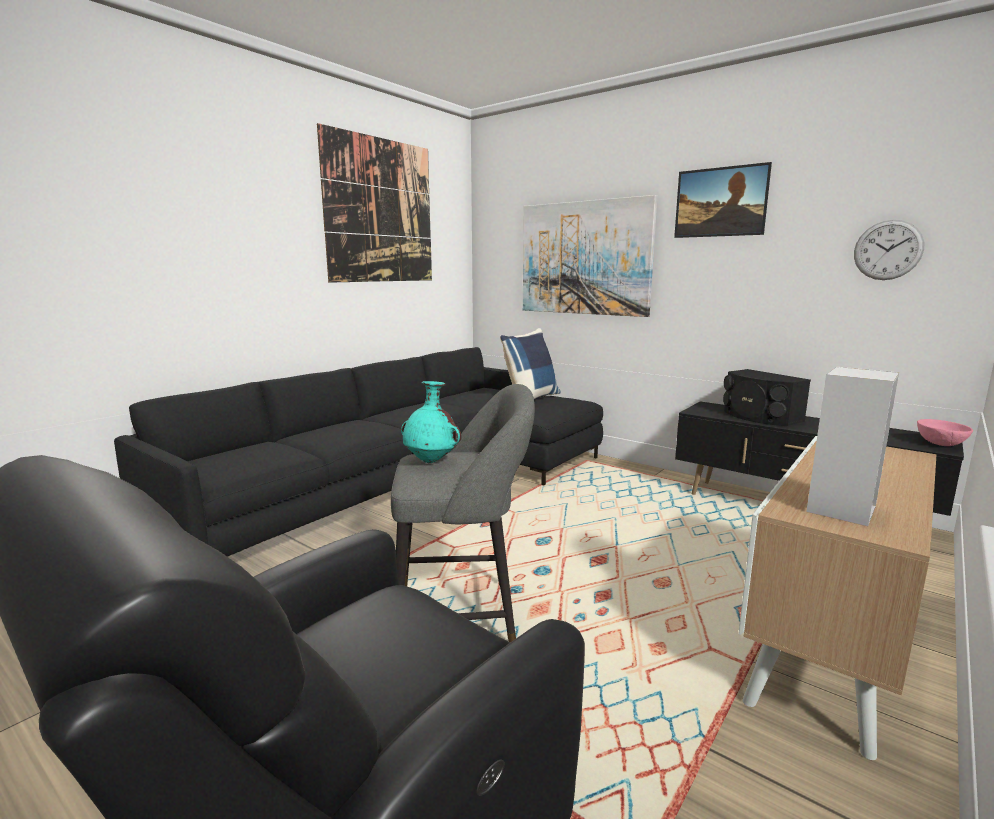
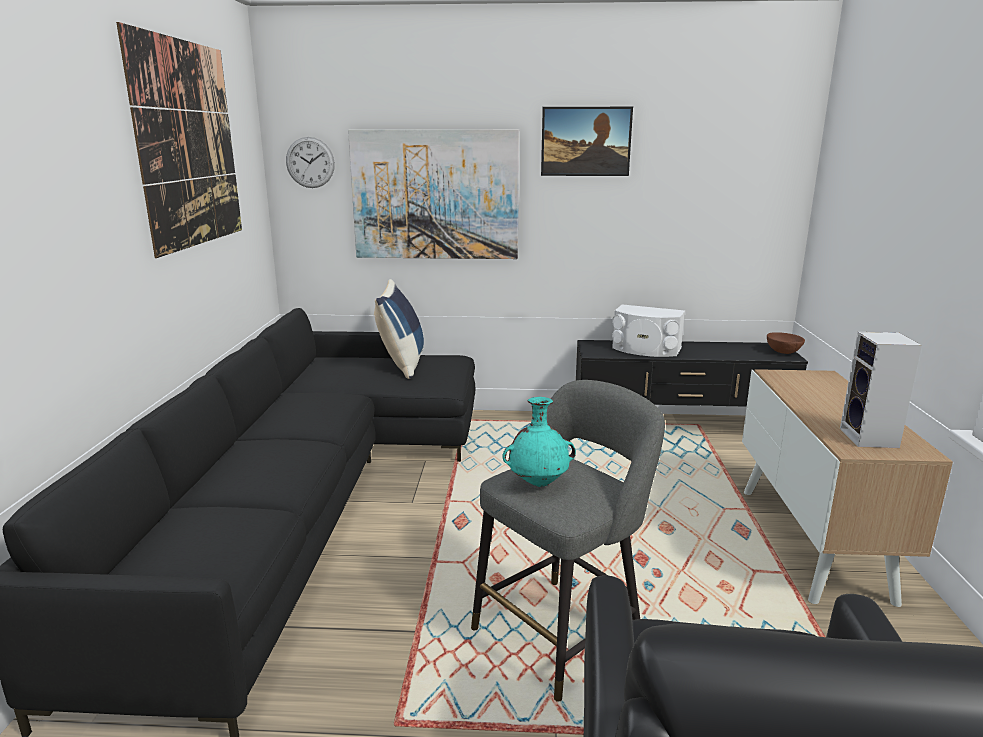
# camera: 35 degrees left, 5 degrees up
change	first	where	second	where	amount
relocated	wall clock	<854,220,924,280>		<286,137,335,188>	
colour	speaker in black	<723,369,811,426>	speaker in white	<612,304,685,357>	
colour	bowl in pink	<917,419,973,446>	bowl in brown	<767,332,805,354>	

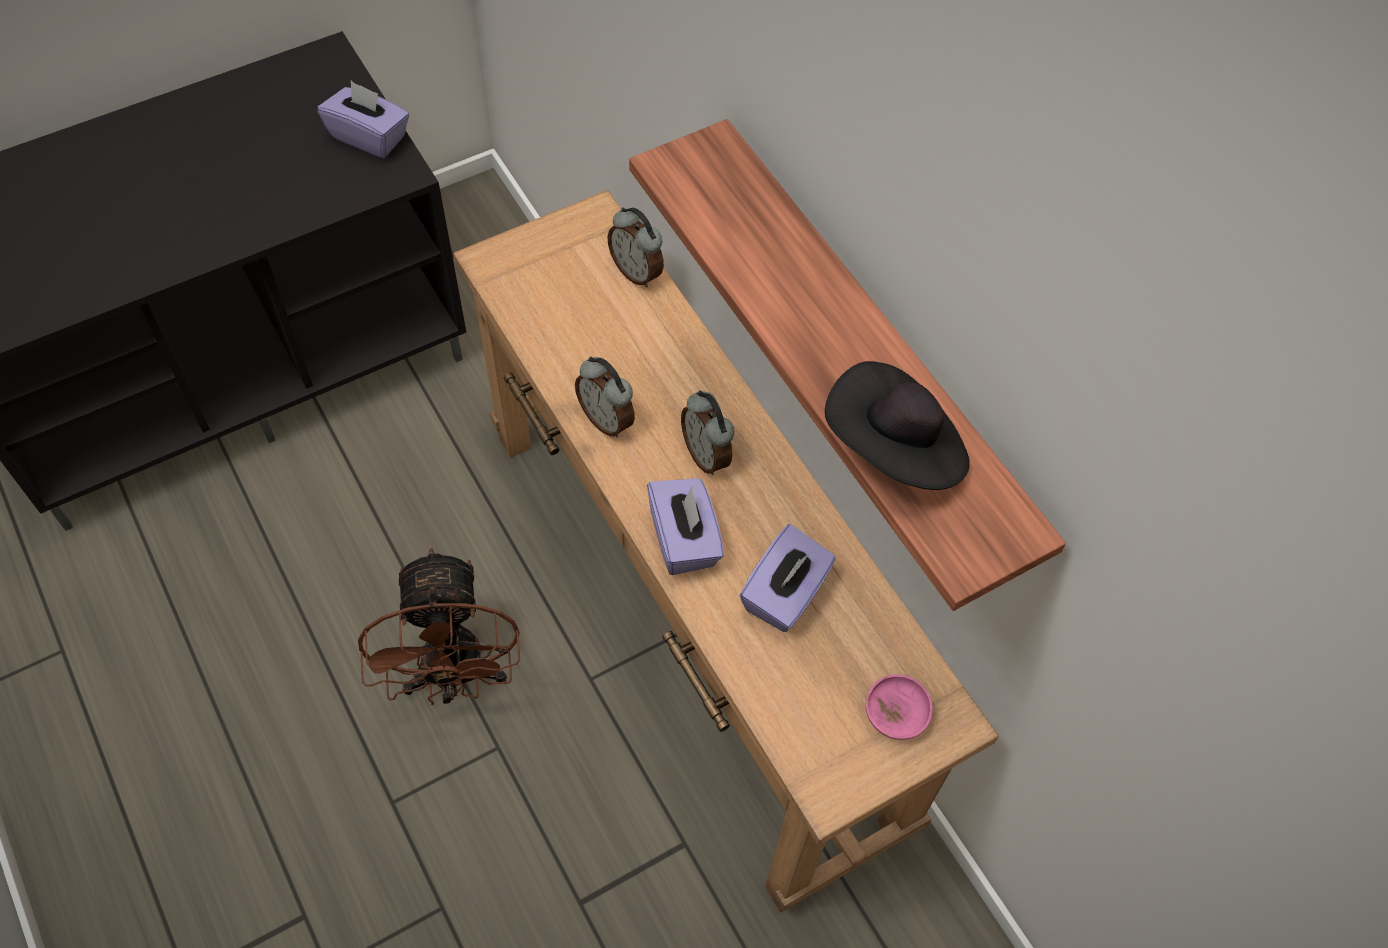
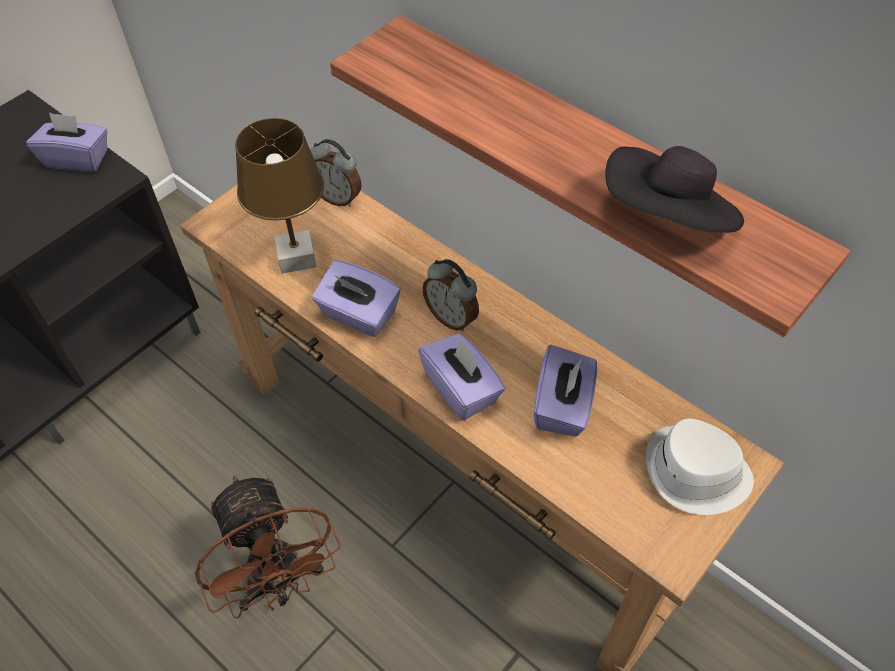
# camera: 15 degrees left, 5 degrees down
change	first	where	second	where	amount
appeared			table lamp in brown	<235,118,324,274>	
exchanged	alarm clock	<575,357,635,437>	tissue box in purple	<312,260,401,337>	
exchanged	bowl in pink	<866,675,933,740>	hat in white	<646,419,754,515>	

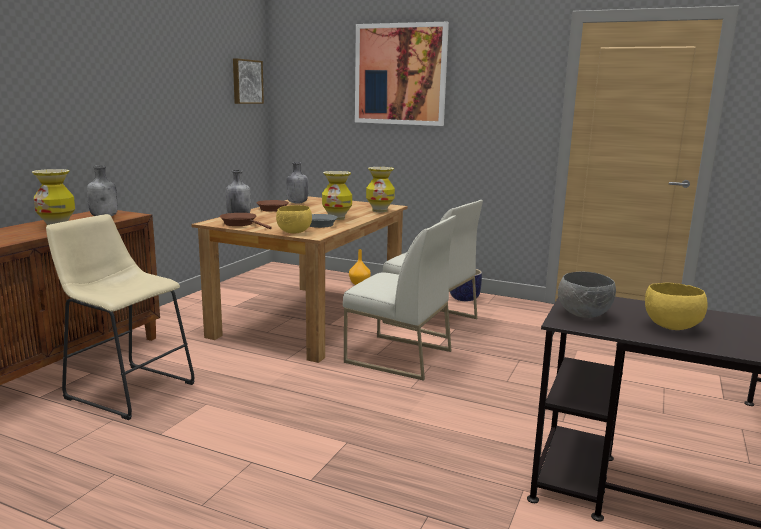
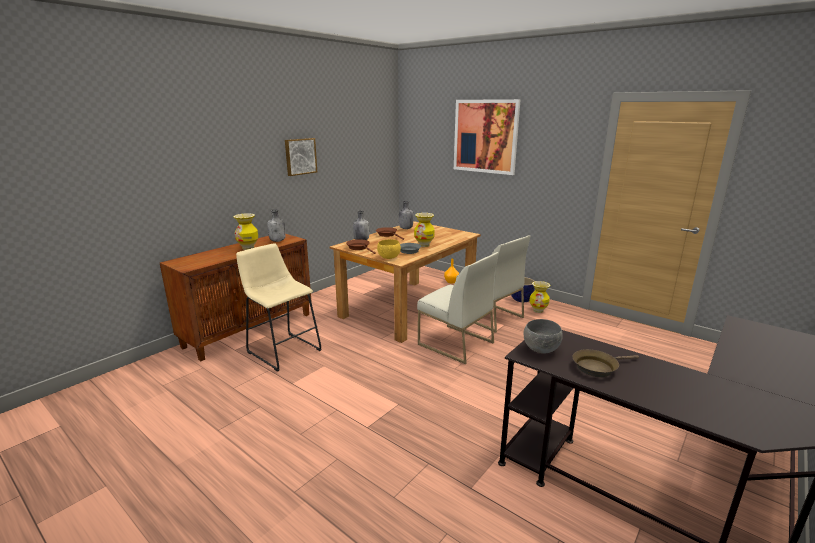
# camera: 15 degrees right, 5 degrees up
change	first	where	second	where	amount
relocated	picture	<233,58,264,104>		<285,138,317,176>	
relocated	vase	<366,167,395,212>		<529,281,550,313>	
exchanged	bowl in yellow	<645,283,707,330>	frying pan in brown	<573,349,639,377>	

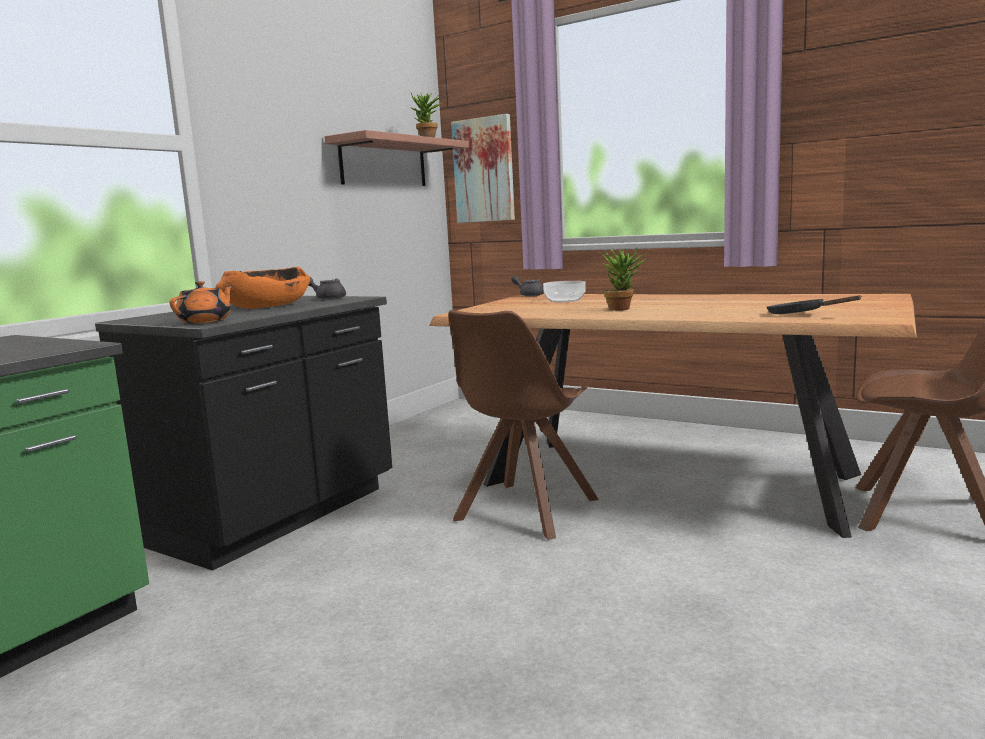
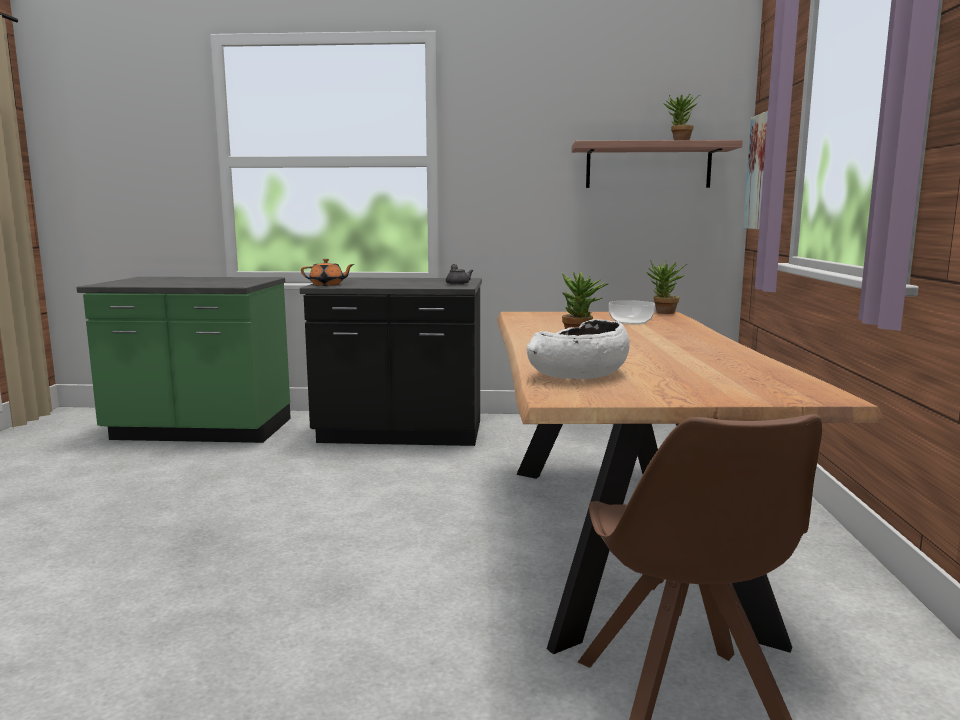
# camera: 60 degrees right, 0 degrees up
change	first	where	second	where	amount
exchanged	frying pan in black	<766,295,862,314>	bowl in white	<527,319,630,379>	
exchanged	teapot in grey	<511,276,544,297>	potted plant	<647,260,687,314>	
missing	bowl in orange	<215,267,311,309>			
missing	chair in brown	<449,310,599,540>			

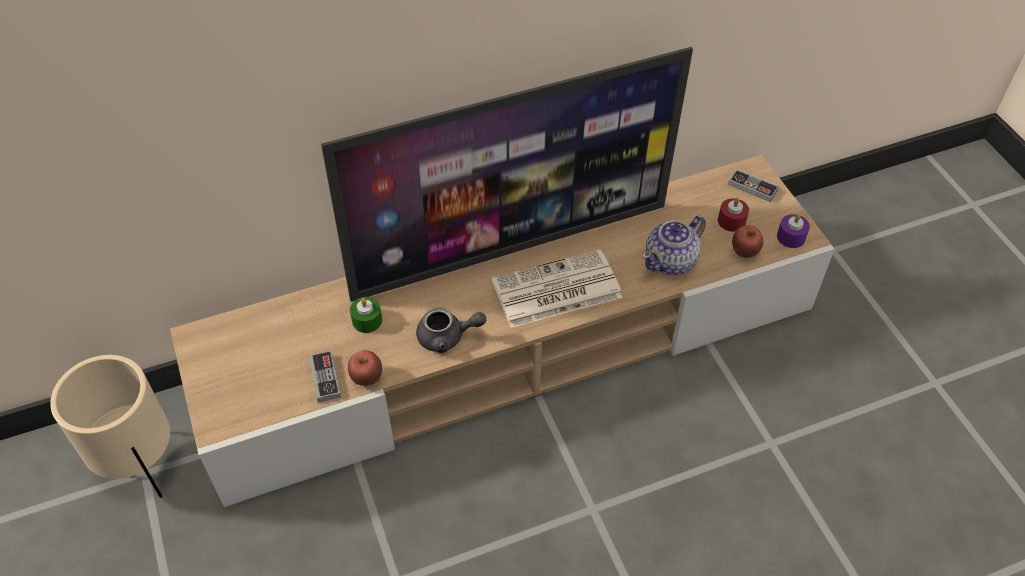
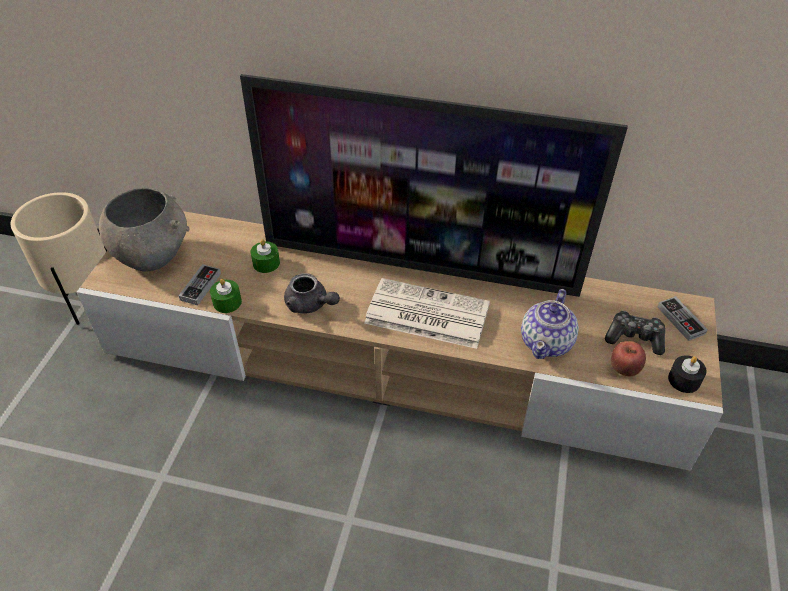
# camera: 35 degrees right, 5 degrees down
change	first	where	second	where	amount
appeared			bowl in grey	<99,187,190,271>	
exchanged	apple	<348,350,382,386>	candle in green	<210,278,242,313>	
spun	teapot	<642,215,706,275>		<521,289,579,359>	60 degrees counterclockwise
exchanged	candle in red	<718,198,749,232>	game controller	<605,311,665,355>	
colour	candle in purple	<777,214,810,248>	candle in black	<668,355,707,393>	

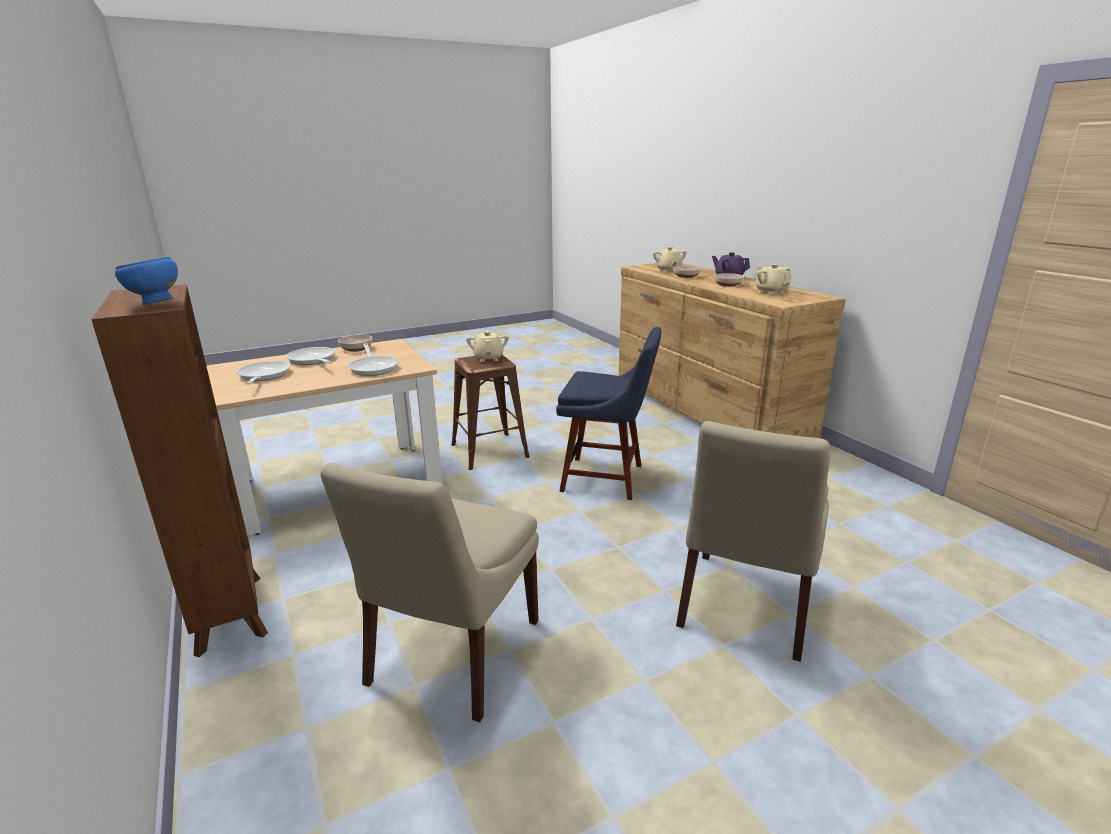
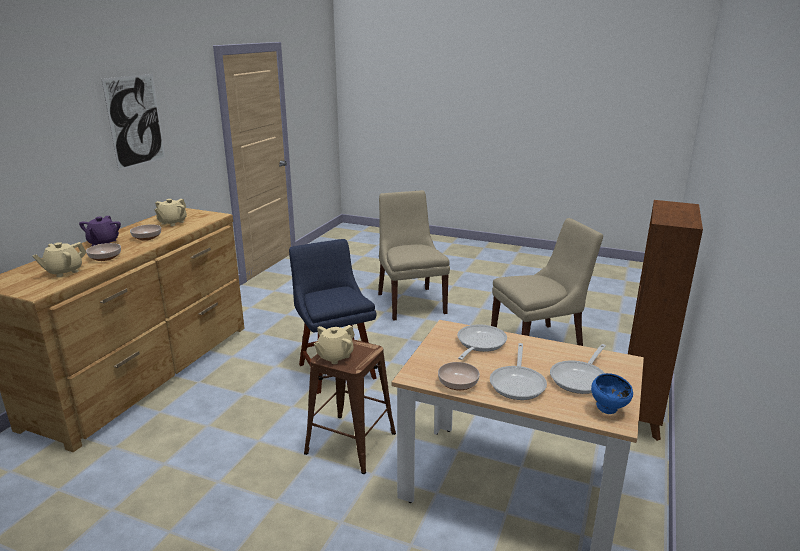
# camera: 130 degrees left, 0 degrees up
change	first	where	second	where	amount
appeared			picture	<102,74,165,171>	
spun	chair in beige	<676,421,831,662>		<378,190,450,321>	90 degrees counterclockwise
relocated	bowl in blue	<115,257,178,305>		<591,373,633,414>	

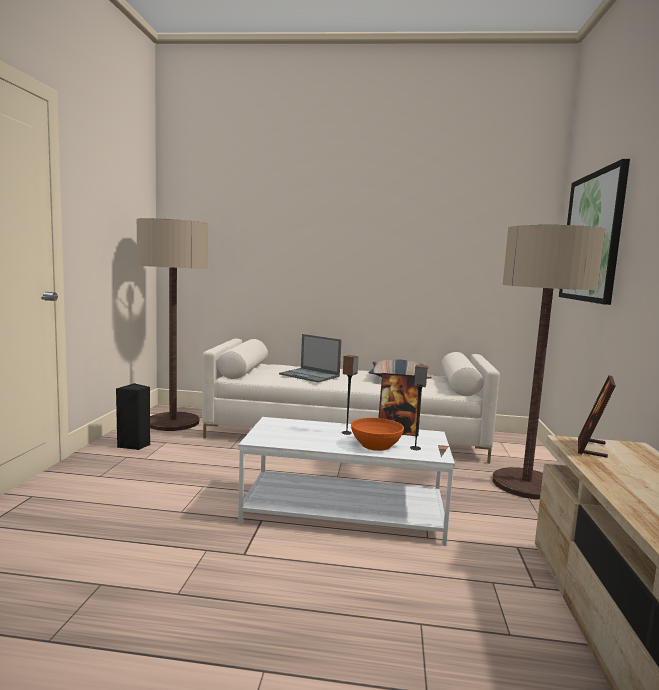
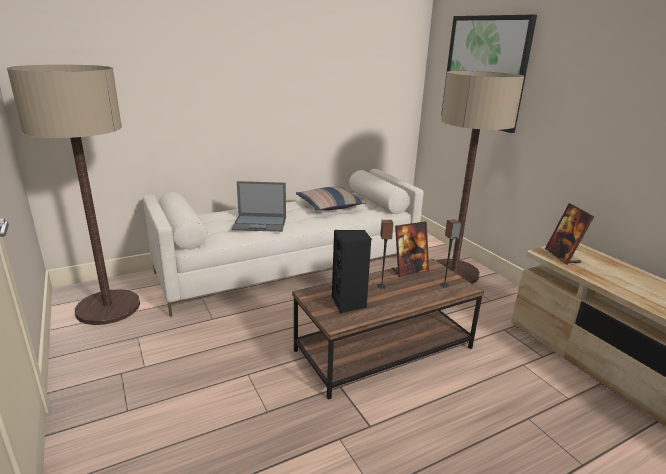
# camera: 35 degrees left, 15 degrees up
change	first	where	second	where	amount
colour	coffee table in white	<238,417,455,546>	coffee table in brown	<292,259,484,400>	
relocated	speaker in black	<116,383,150,450>		<332,230,371,314>	
missing	bowl in orange	<351,418,404,451>			

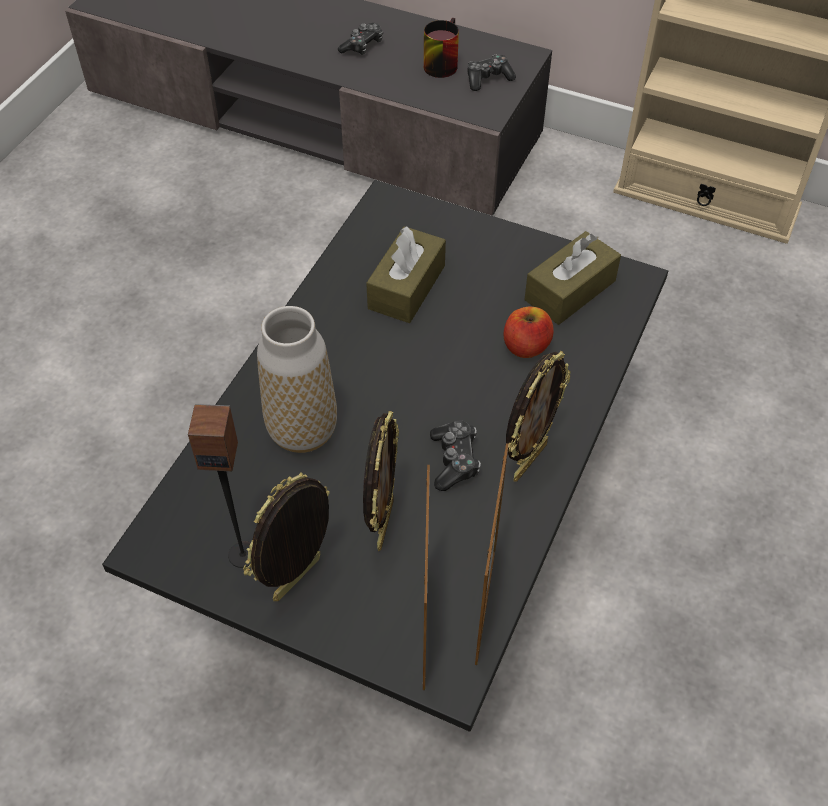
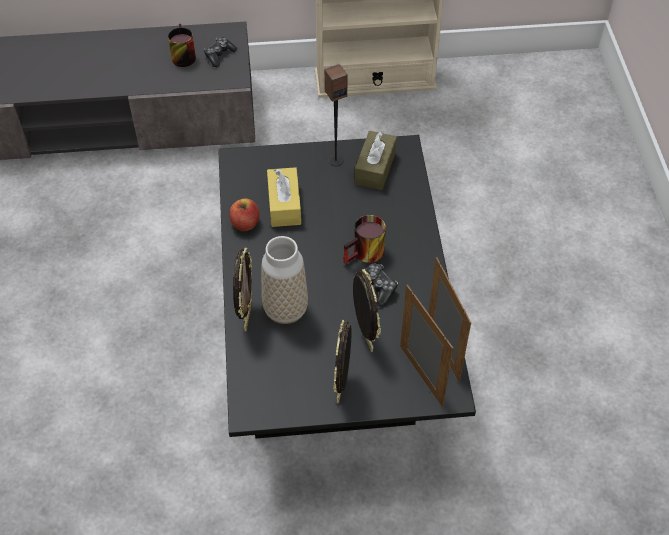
# camera: 30 degrees left, 0 degrees up
change	first	where	second	where	amount
relocated	apple	<503,306,554,358>		<229,198,260,231>	
relocated	picture frame	<506,351,571,482>		<233,248,252,332>	
colour	tissue box in brown	<366,226,446,323>	tissue box in yellow	<267,167,301,227>	
relocated	speaker	<188,404,251,568>		<324,64,348,166>	
appeared			mug	<344,215,386,264>	
missing	game controller	<338,23,383,55>			

